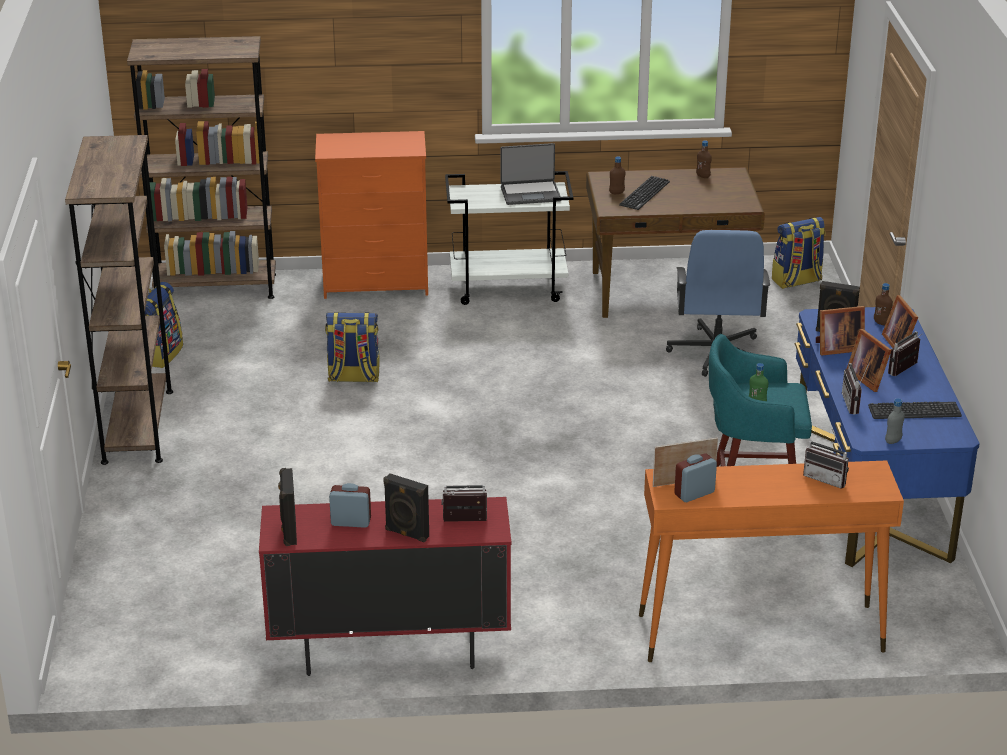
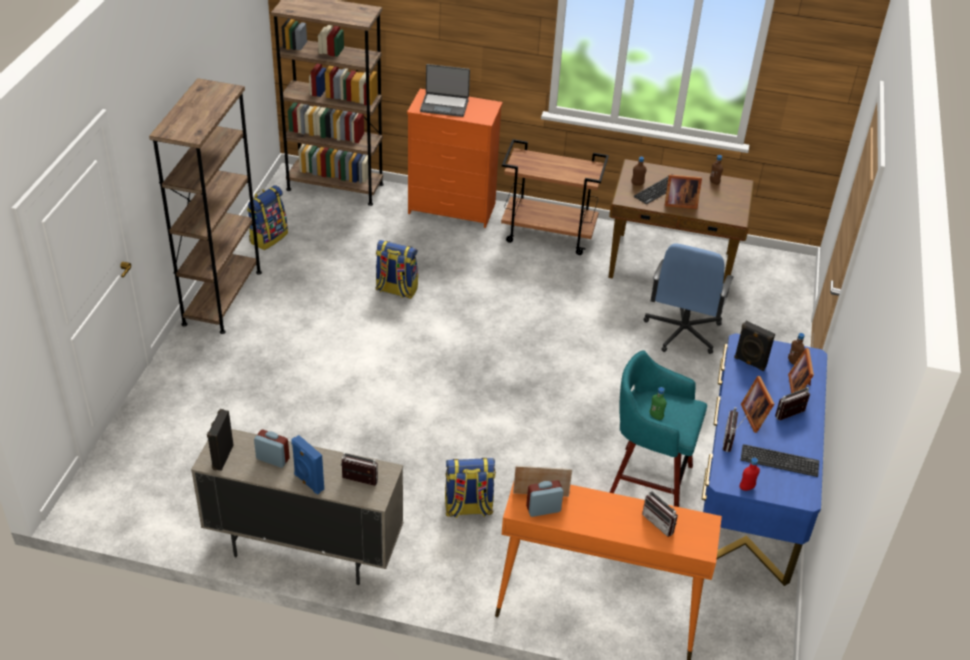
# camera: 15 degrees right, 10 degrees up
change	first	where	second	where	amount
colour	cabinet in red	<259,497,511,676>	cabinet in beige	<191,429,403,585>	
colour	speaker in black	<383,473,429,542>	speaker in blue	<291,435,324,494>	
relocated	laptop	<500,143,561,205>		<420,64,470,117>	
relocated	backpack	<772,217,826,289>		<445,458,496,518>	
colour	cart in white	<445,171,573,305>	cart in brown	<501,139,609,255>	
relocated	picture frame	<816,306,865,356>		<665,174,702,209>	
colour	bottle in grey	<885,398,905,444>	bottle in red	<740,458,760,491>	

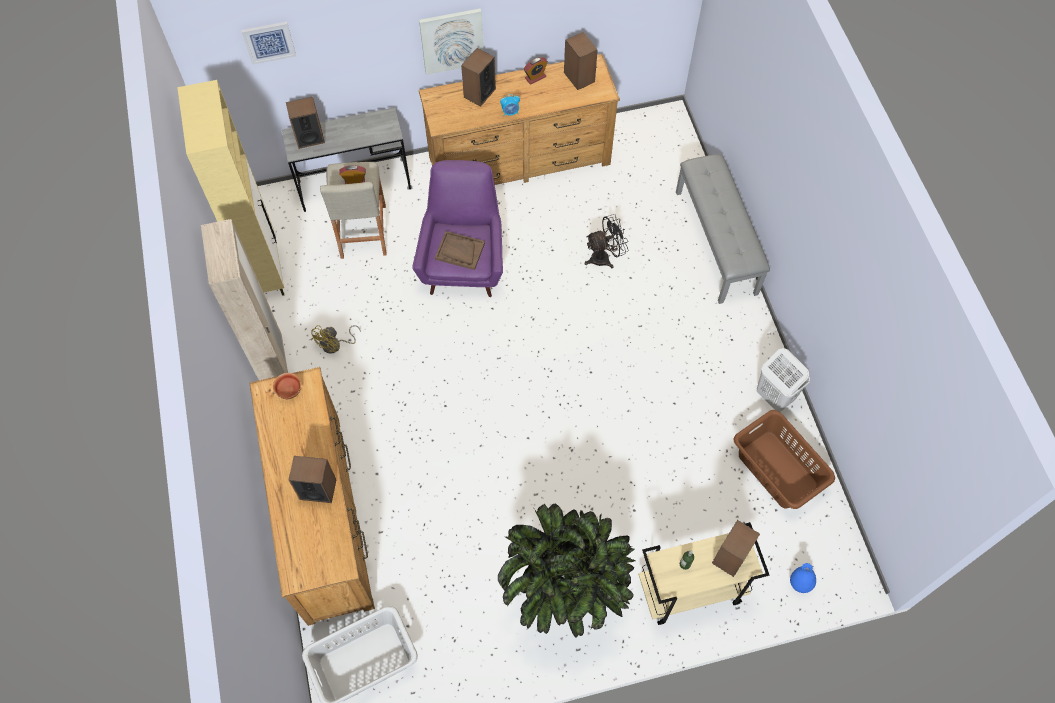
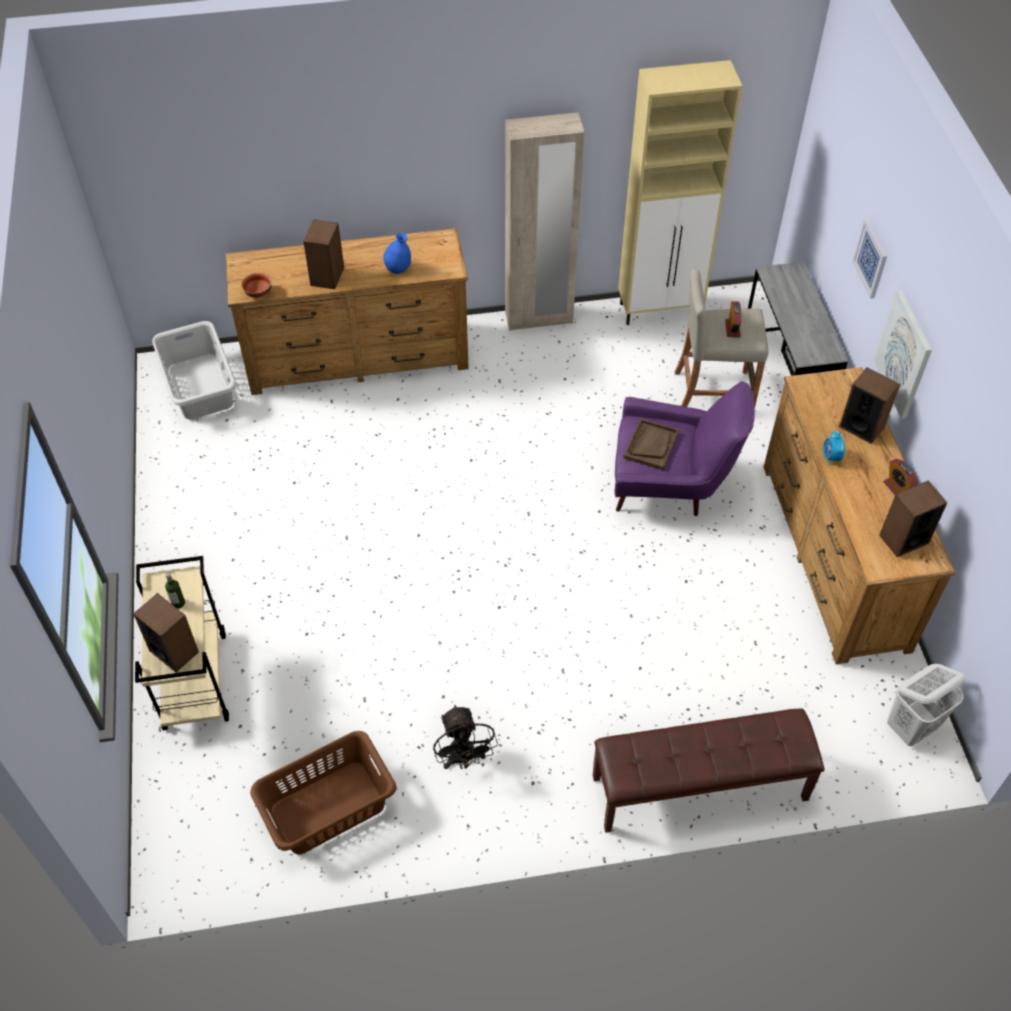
# camera: 95 degrees right, 10 degrees down
change	first	where	second	where	amount
relocated	bowl	<273,373,301,399>		<241,273,272,298>	
relocated	vase in blue	<790,563,816,593>		<383,233,411,274>	
relocated	fan in black	<585,214,629,269>		<433,705,498,769>	
colour	bench in grey	<676,154,770,304>	bench in brown	<593,708,825,833>	
relocated	picture	<241,22,296,65>		<852,219,887,299>	
relocated	laundry basket in white	<757,348,810,412>		<887,664,964,746>	
missing	speaker	<286,97,325,149>			
missing	fan in yellow	<311,325,361,354>			
missing	potted plant	<498,503,636,637>			

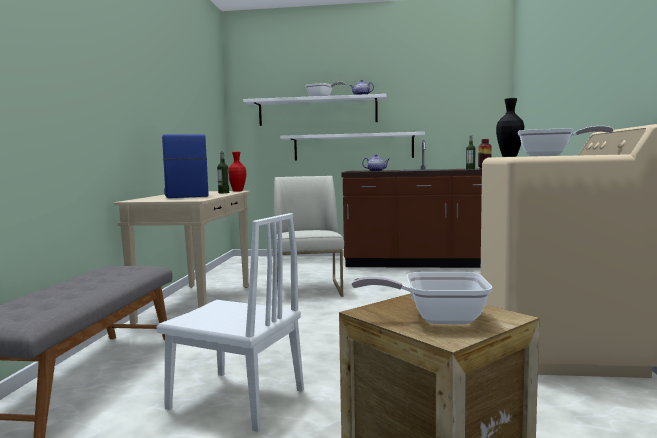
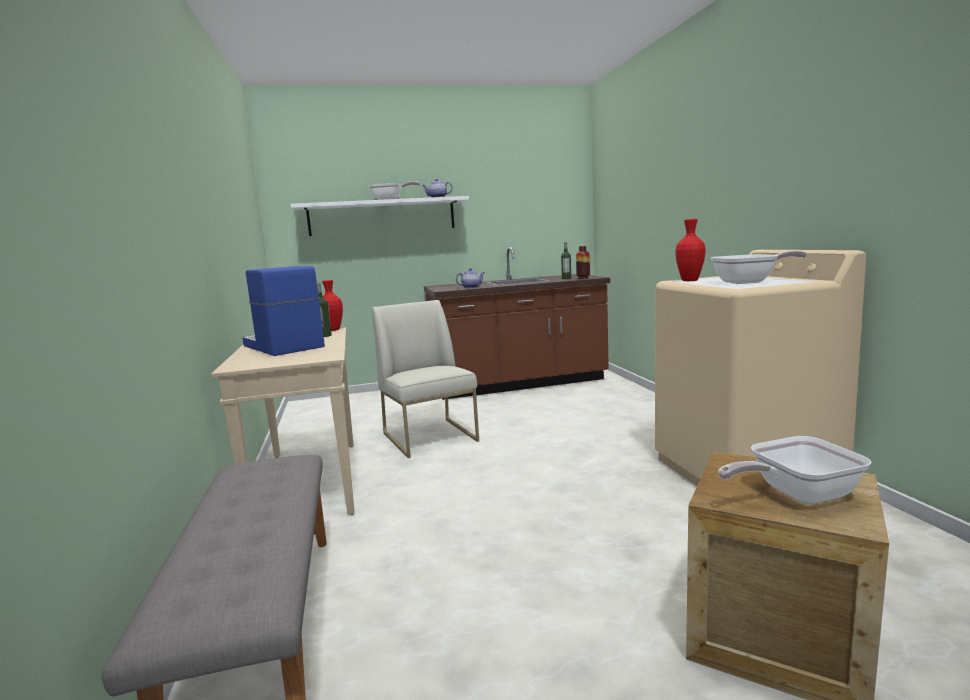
# camera: 20 degrees left, 5 degrees up
change	first	where	second	where	amount
colour	vase in black	<496,98,524,157>	vase in red	<675,219,706,281>	
missing	chair in white	<156,213,304,432>			
missing	shelf in white	<280,132,425,160>			

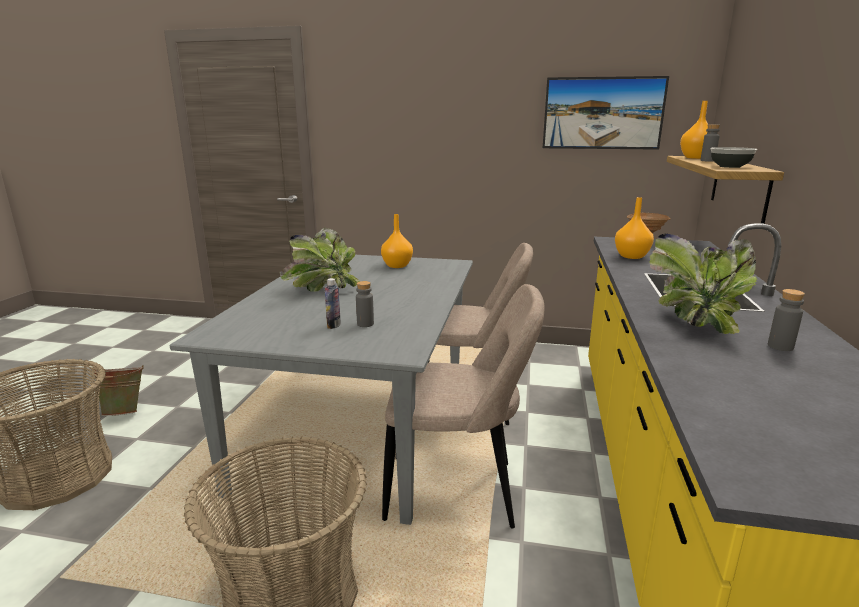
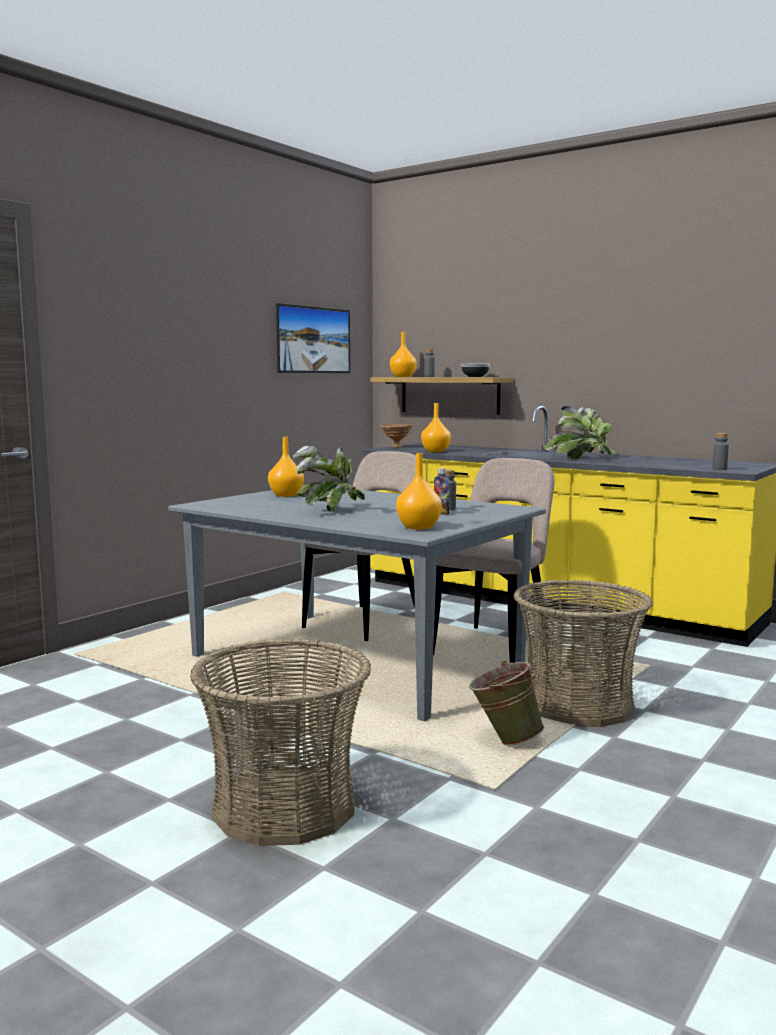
# camera: 65 degrees left, 10 degrees down
change	first	where	second	where	amount
appeared			vase in orange	<396,453,442,530>	
relocated	bucket in green	<90,365,144,416>		<469,661,544,746>	
relocated	bottle in grey	<768,289,805,351>		<712,433,729,470>	

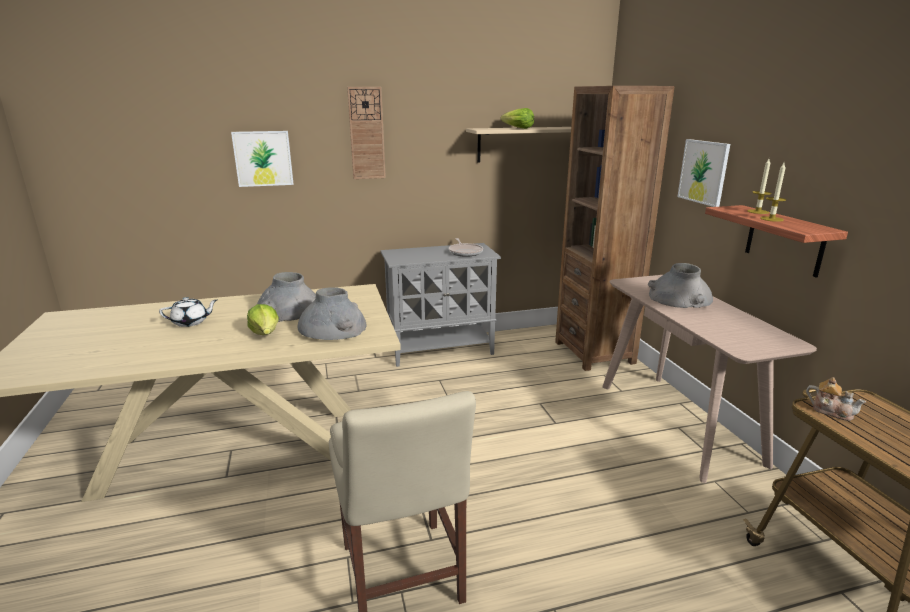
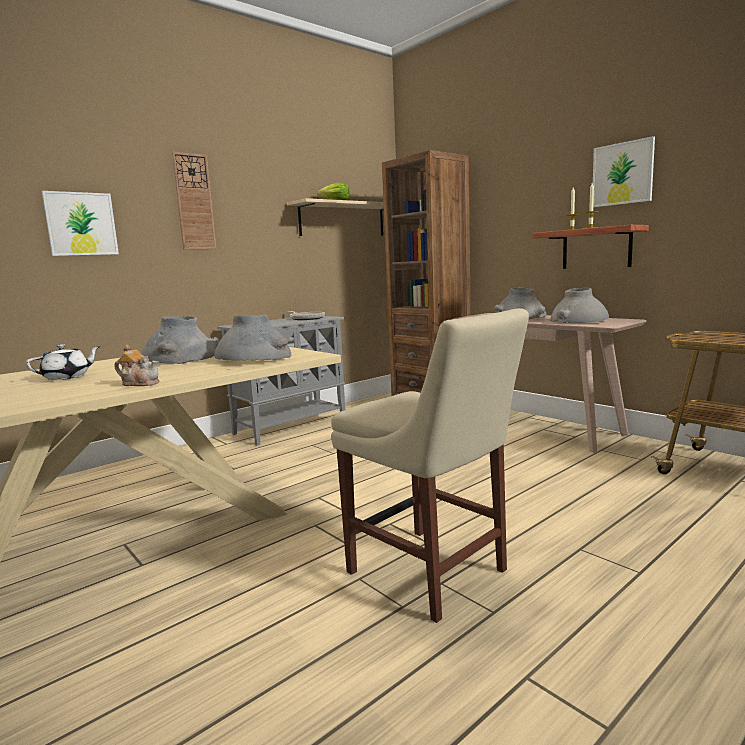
# camera: 25 degrees left, 10 degrees down
change	first	where	second	where	amount
relocated	teapot	<806,377,866,421>		<114,344,159,386>	
appeared			vase in grey	<550,288,609,323>	
relocated	picture	<677,139,730,207>		<593,136,655,207>	
missing	lettuce	<247,304,279,335>			

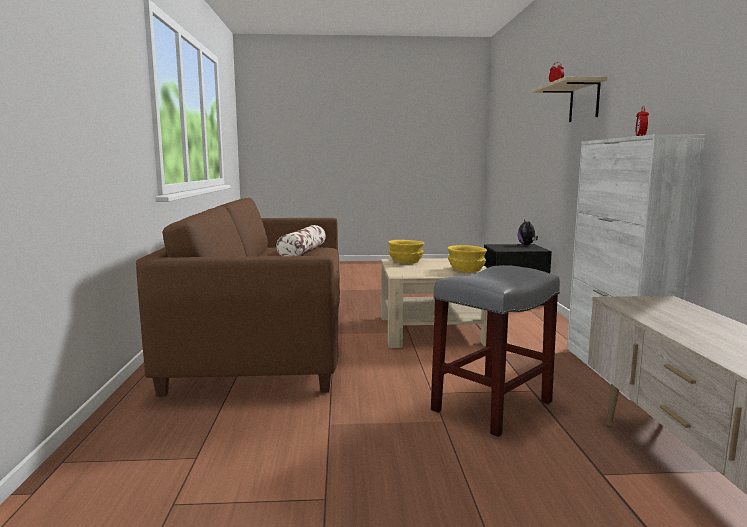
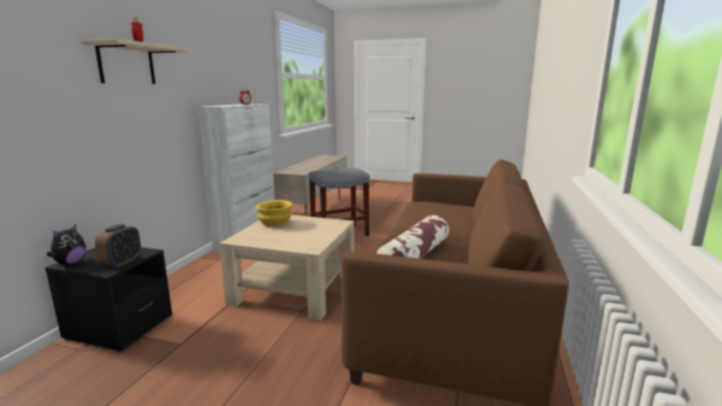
# camera: 160 degrees left, 5 degrees up
change	first	where	second	where	amount
appeared			alarm clock	<95,224,141,267>	
missing	bowl in yellow	<388,240,424,263>			

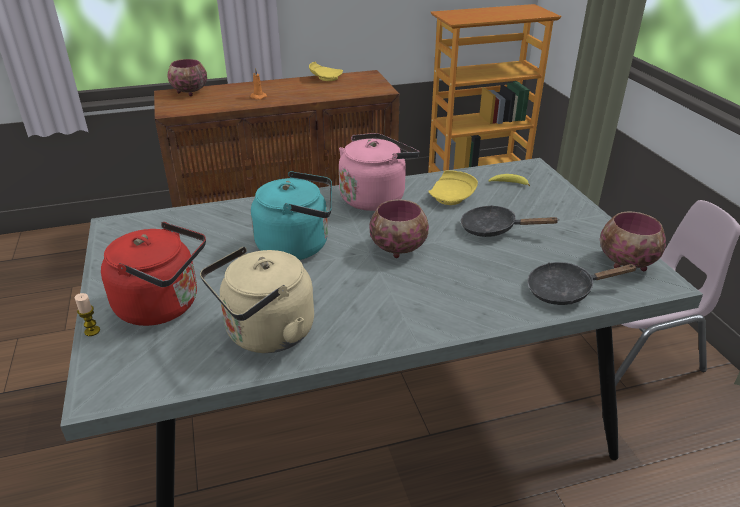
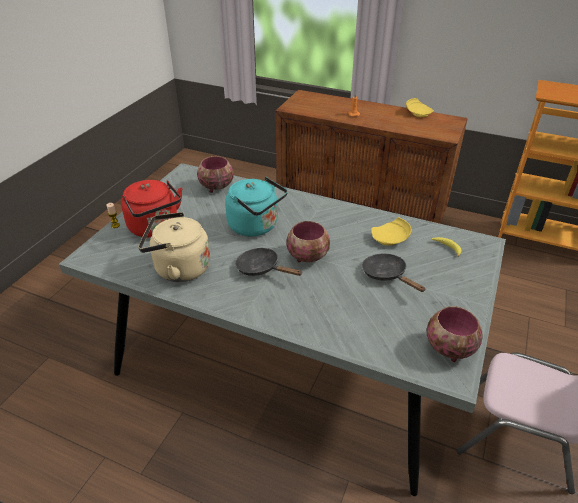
# camera: 40 degrees right, 5 degrees up
change	first	where	second	where	amount
relocated	bowl	<168,59,207,96>		<197,156,234,193>	
relocated	frying pan in black	<527,262,638,305>		<235,248,303,276>	
missing	kettle in pink	<339,133,419,211>			

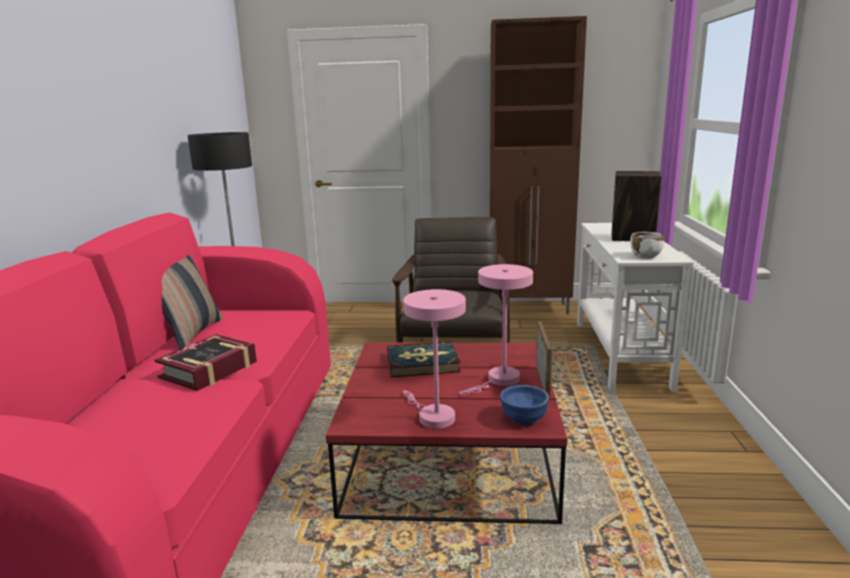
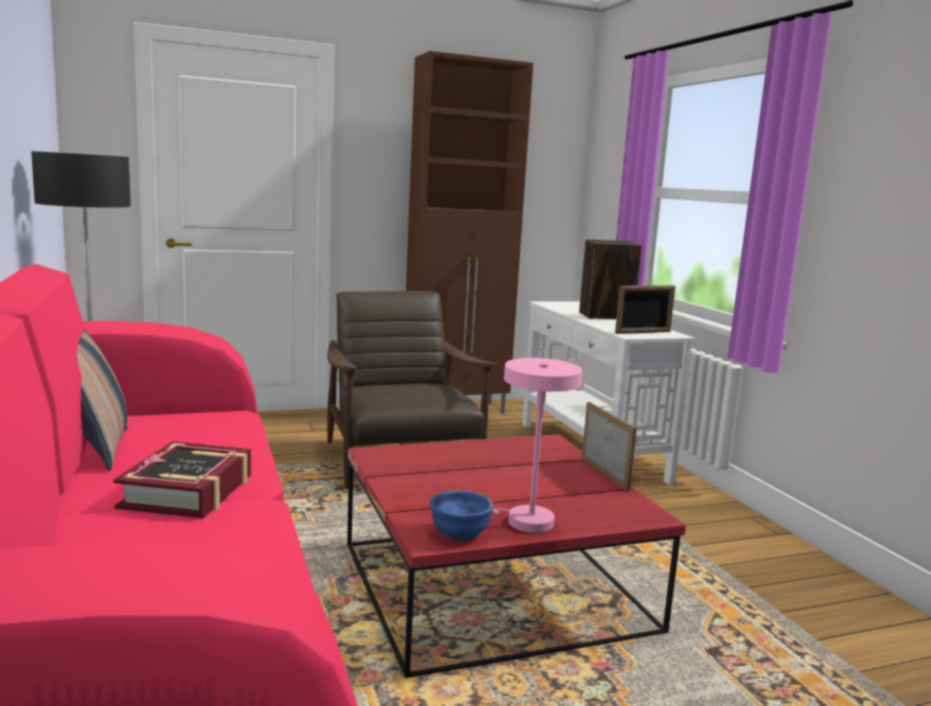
# camera: 25 degrees left, 5 degrees down
change	first	where	second	where	amount
relocated	bowl in blue	<500,385,549,425>		<430,490,494,541>	
exchanged	bowl in white	<630,232,664,258>	picture frame	<615,285,676,334>	
missing	book	<387,341,461,377>			
missing	table lamp in pink	<459,264,533,395>			

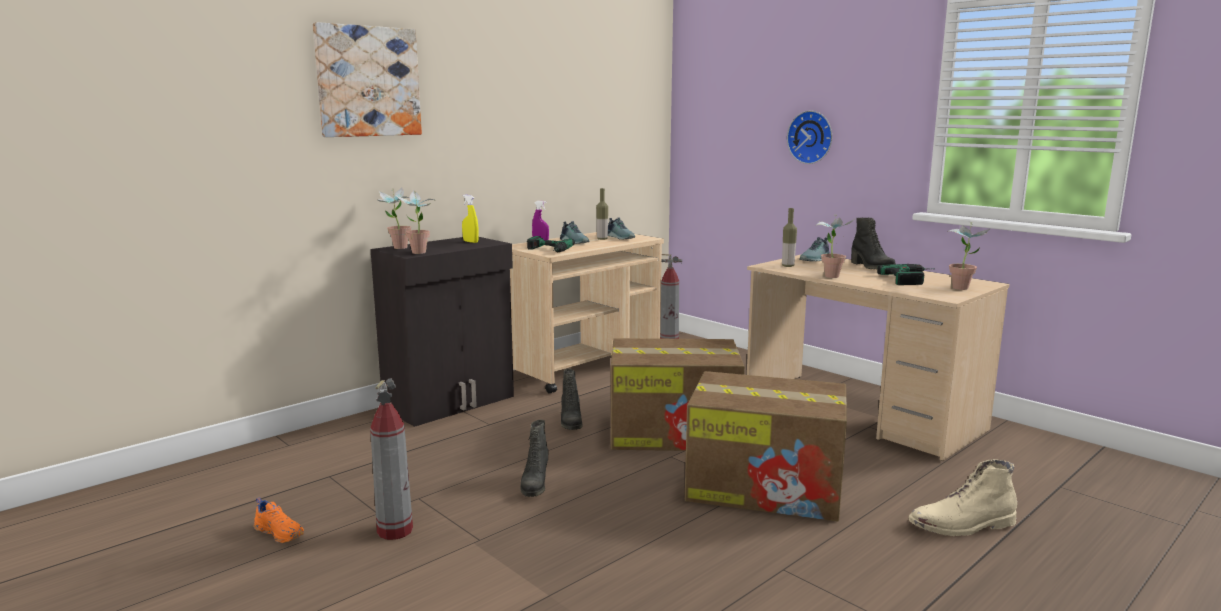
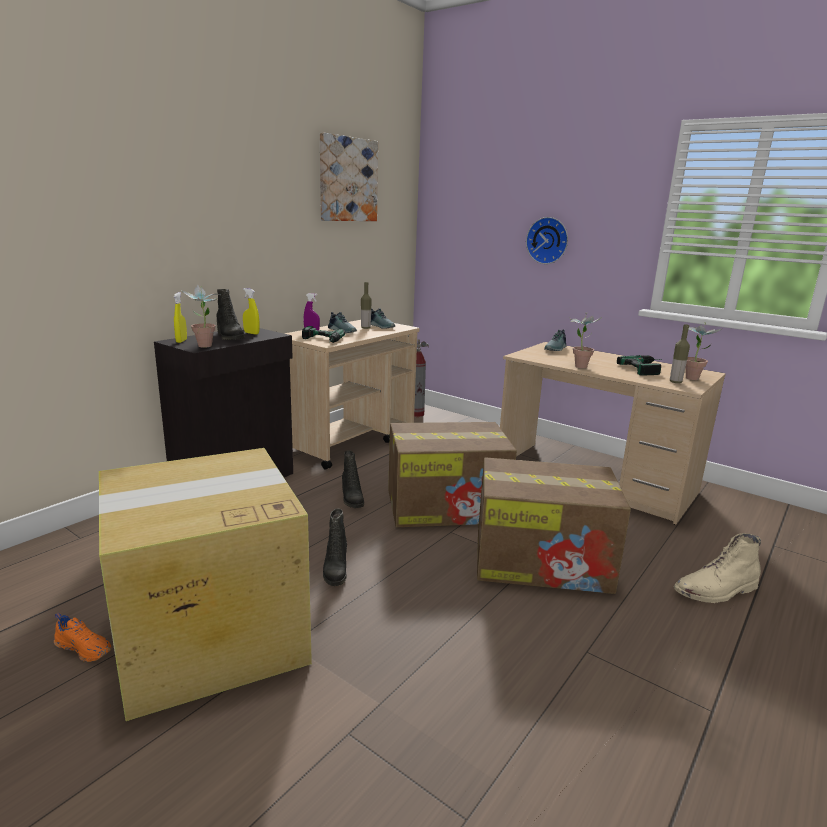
# camera: 10 degrees left, 5 degrees up
change	first	where	second	where	amount
exchanged	fire extinguisher	<370,378,413,540>	cardboard box	<99,448,312,721>	
exchanged	potted plant	<377,188,411,249>	spray bottle in yellow	<174,292,187,343>	
relocated	boot in black	<851,218,896,269>		<216,289,245,340>	
relocated	picture	<313,22,422,137>		<320,133,378,221>	
relocated	bottle	<782,208,797,267>		<670,324,690,383>	

